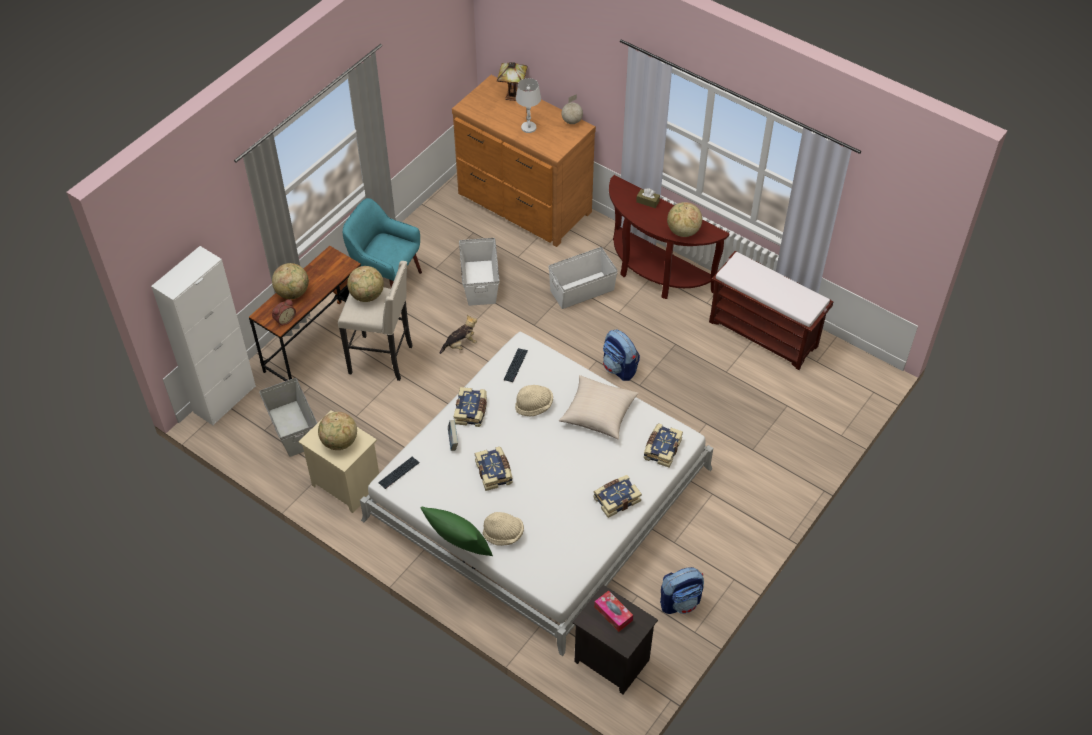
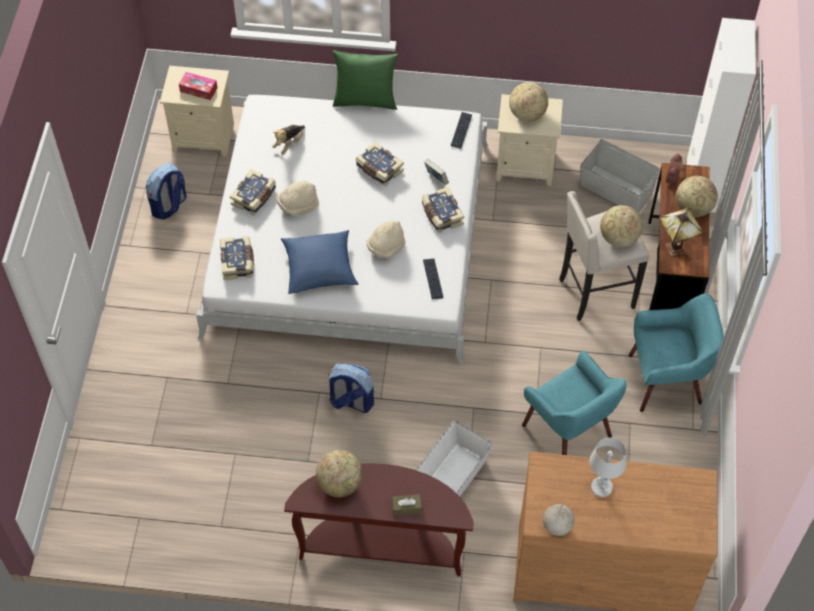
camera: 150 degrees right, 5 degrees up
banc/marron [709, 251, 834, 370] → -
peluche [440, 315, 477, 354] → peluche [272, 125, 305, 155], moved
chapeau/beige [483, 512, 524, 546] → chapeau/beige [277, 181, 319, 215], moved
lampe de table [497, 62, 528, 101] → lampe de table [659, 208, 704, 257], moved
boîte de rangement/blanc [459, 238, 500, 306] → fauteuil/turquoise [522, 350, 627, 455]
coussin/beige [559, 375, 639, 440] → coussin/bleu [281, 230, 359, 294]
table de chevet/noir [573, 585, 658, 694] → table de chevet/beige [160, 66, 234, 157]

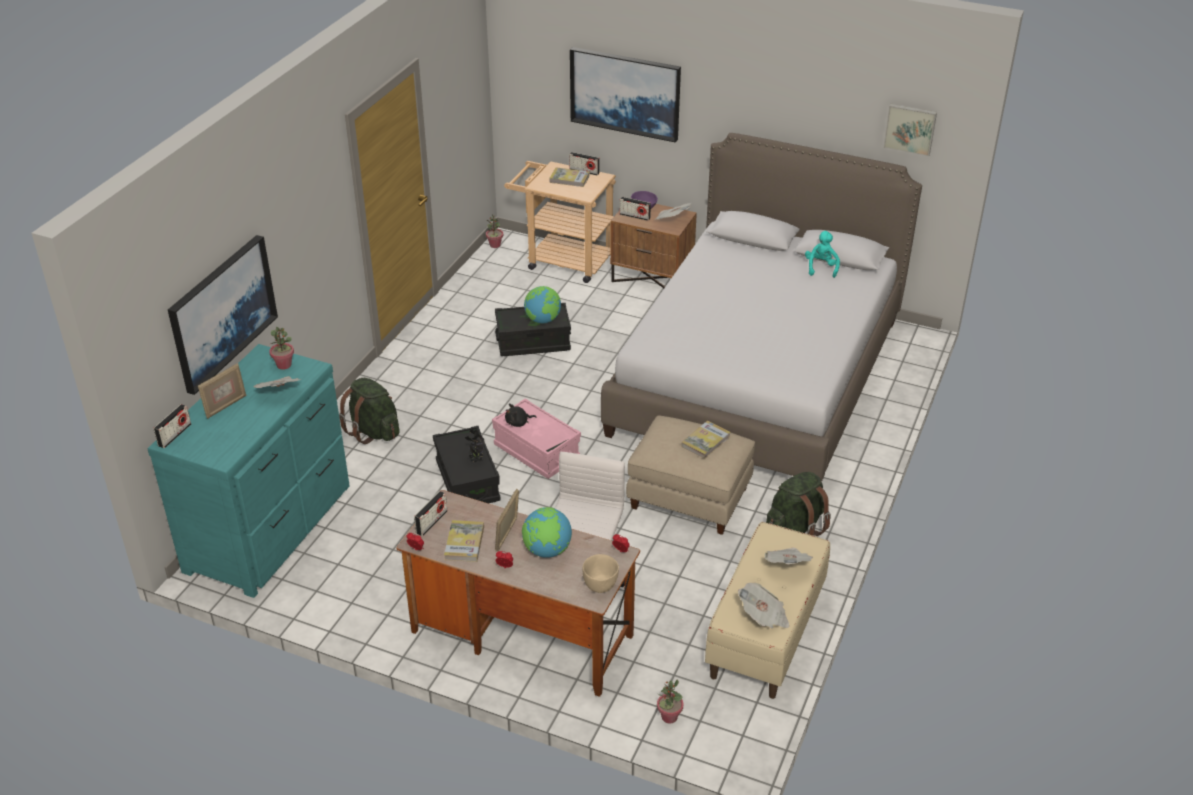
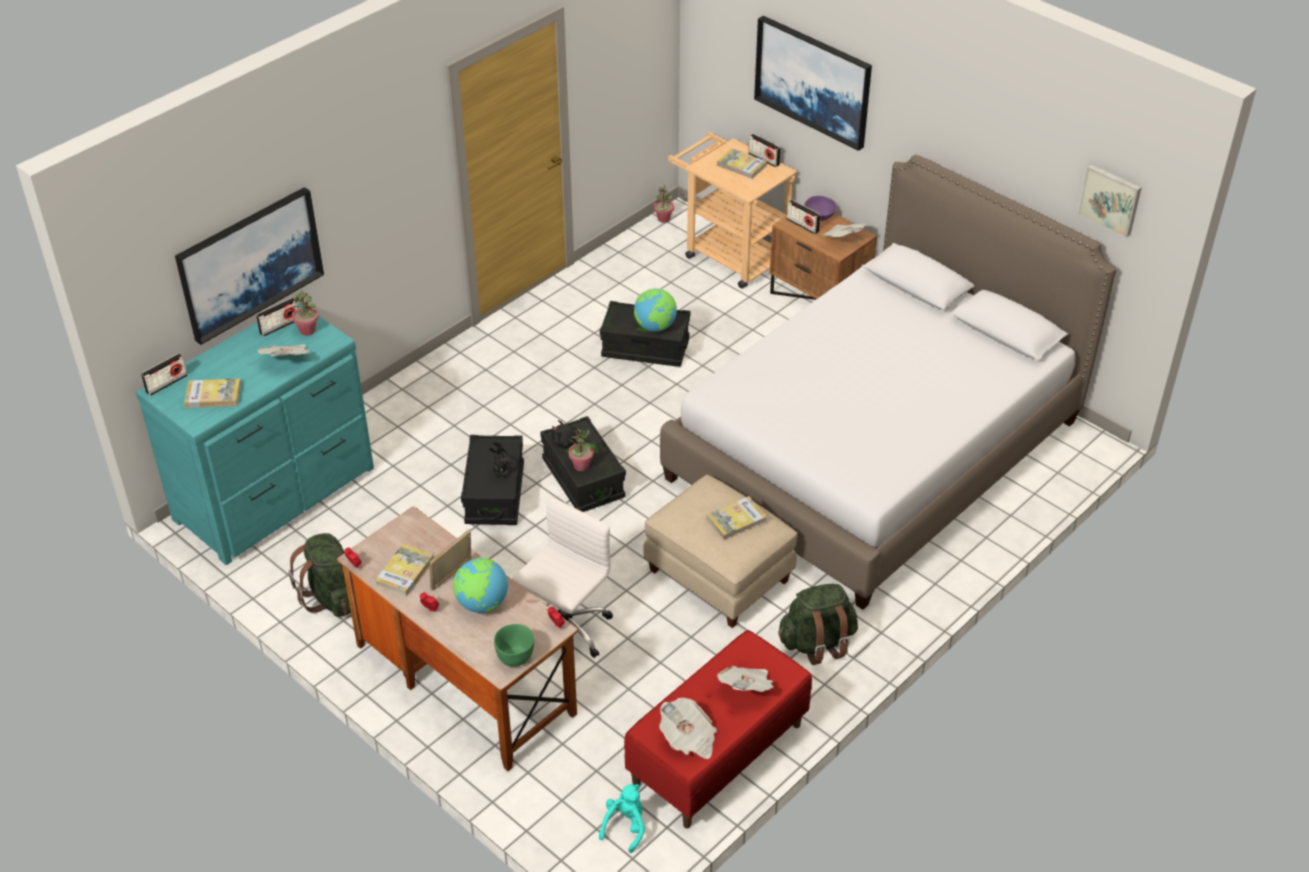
camera: 20 degrees right, 5 degrees up
cadre photo [198, 364, 246, 419] → -
- → livre [184, 378, 241, 408]
sac à dos/vert [339, 378, 400, 444] → sac à dos/vert [288, 533, 351, 617], moved
radio [414, 491, 447, 536] → radio [256, 297, 298, 337], moved
plante en pot [657, 679, 684, 723] → plante en pot [569, 428, 594, 471], moved
peluche/turquoise [805, 231, 840, 278] → peluche/turquoise [599, 784, 645, 853], moved
boîte de rangement/rose [492, 399, 581, 479] → boîte de rangement/noir [540, 416, 626, 512]
bol/beige [582, 554, 619, 593] → bol/vert [494, 624, 534, 667]
banc/beige [705, 522, 830, 699] → banc/rouge [624, 630, 812, 829]

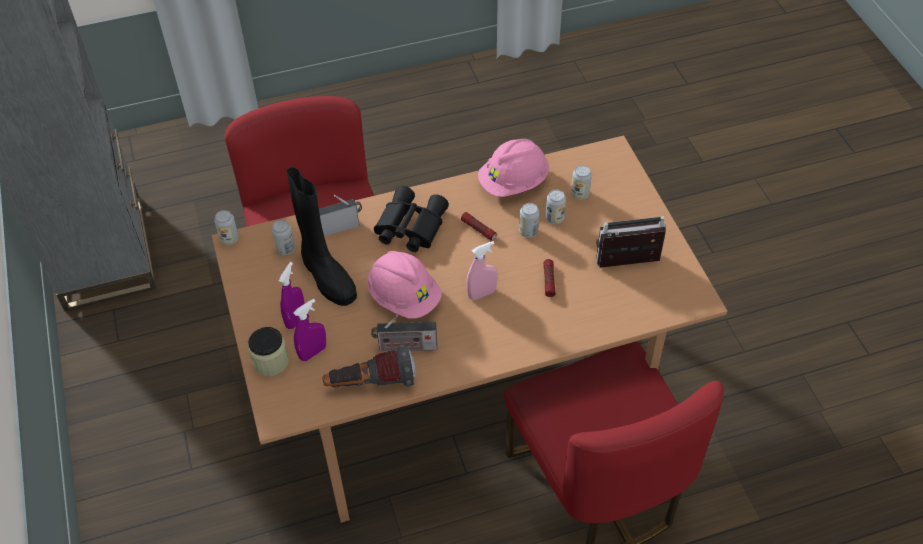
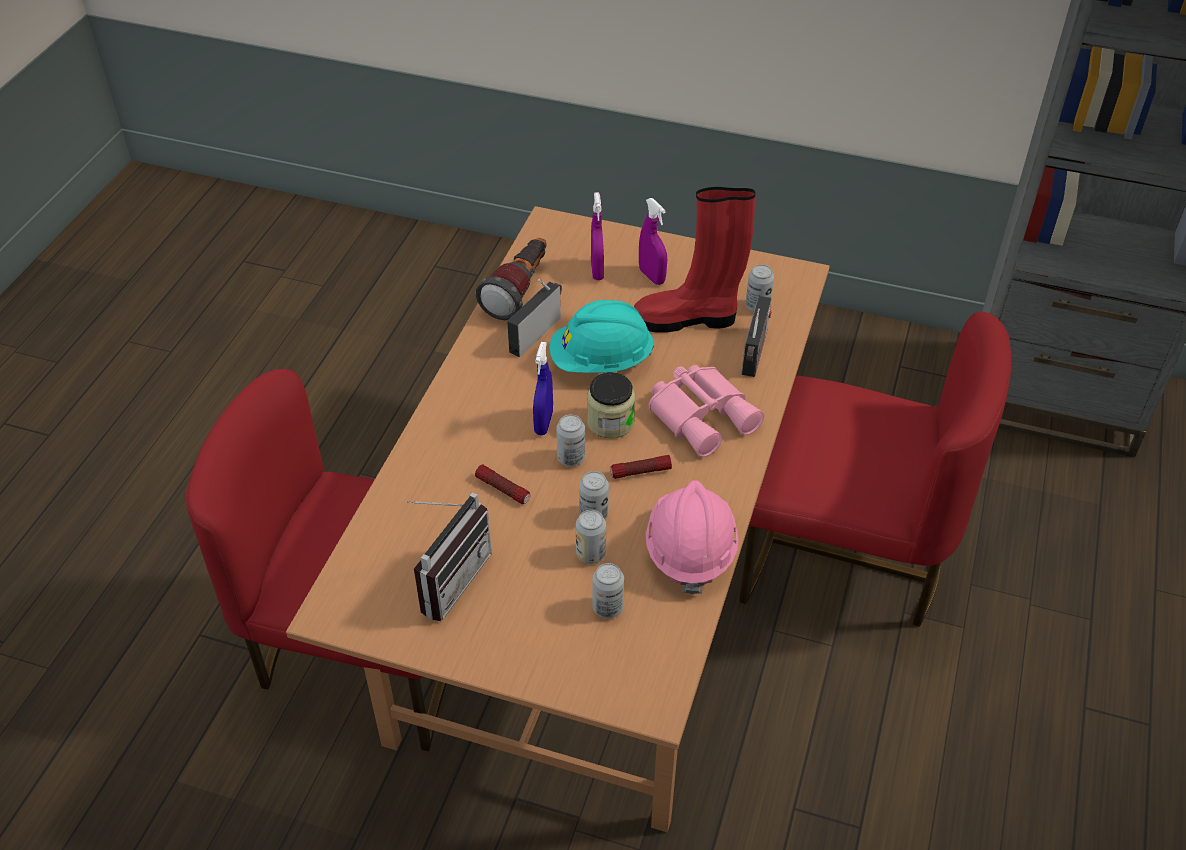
camera: 125 degrees right, 5 degrees down
boîte métallique [214, 210, 239, 245] → boîte métallique [556, 414, 585, 467], moved
bocal [248, 327, 289, 376] → bocal [587, 372, 635, 439], moved
botte/noir [287, 167, 357, 306] → botte/rouge [634, 187, 756, 333]
casque de chantier/rose [367, 251, 441, 319] → casque de chantier/turquoise [550, 300, 654, 373]
jumelles/noir [374, 185, 449, 252] → jumelles/rose [648, 365, 764, 457]
vaporisateur/rose [466, 241, 498, 300] → vaporisateur/bleu [533, 342, 553, 435]

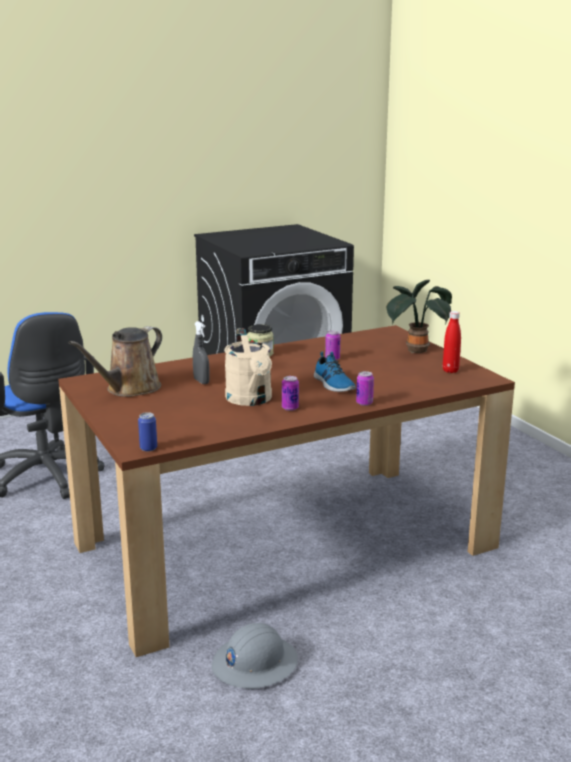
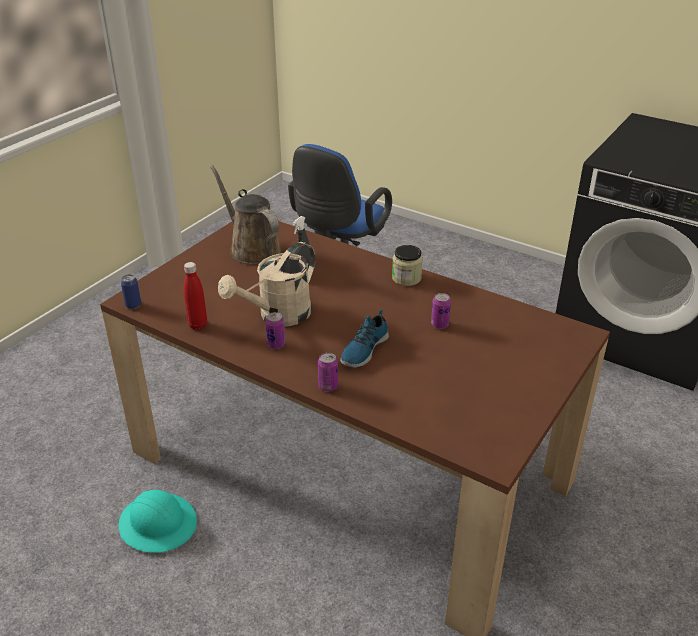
camera: 60 degrees right, 15 degrees up
plante en pot [387, 280, 452, 353] → -
bouteille/rouge [443, 311, 461, 373] → bouteille/rouge [184, 262, 207, 330], moved
casque de chantier/gris [212, 623, 298, 688] → casque de chantier/turquoise [118, 490, 197, 553]
arrosoir/marron [68, 326, 162, 397] → arrosoir/marron [210, 165, 281, 264], 45 degrees clockwise

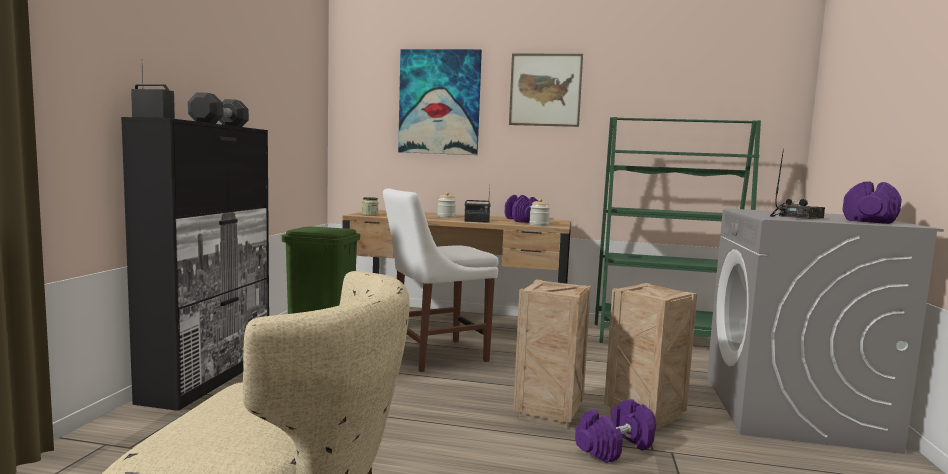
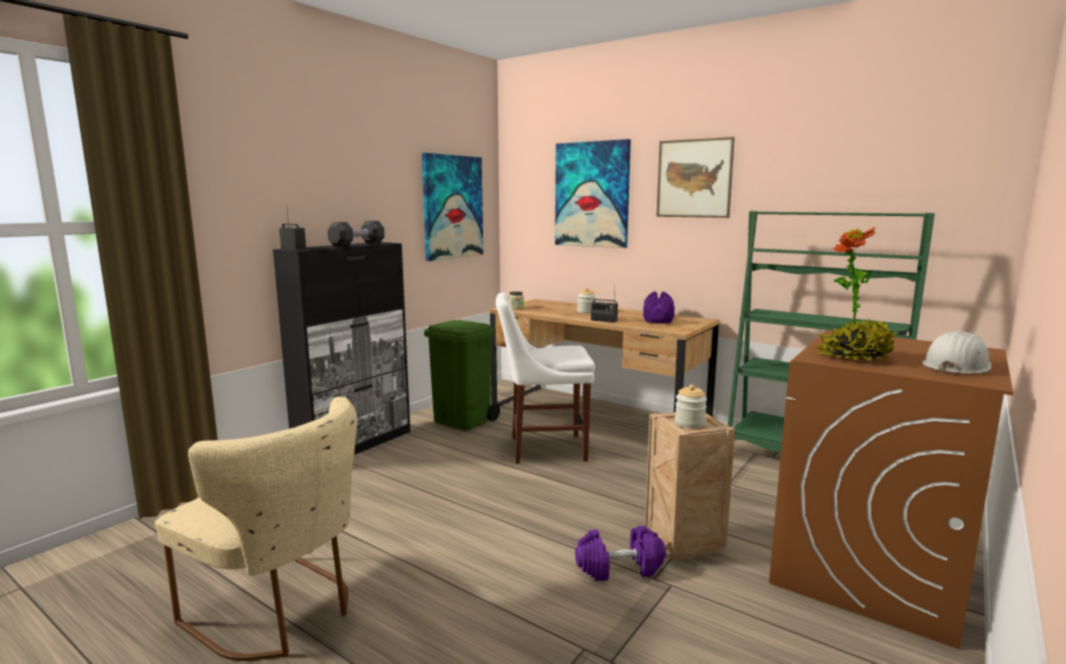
camera: 25 degrees right, 5 degrees up
caisse [513, 279, 591, 429] → -
- → tableau [422, 153, 483, 261]
bocal [529, 198, 550, 226] → bocal [675, 384, 707, 428], moved
radio [770, 149, 825, 219] → plante en pot [814, 226, 897, 361]
haltère/violet [842, 182, 902, 224] → casque de chantier/blanc [922, 331, 991, 374]
lave-linge/gris [707, 208, 944, 454] → lave-linge/marron [769, 330, 1013, 649]

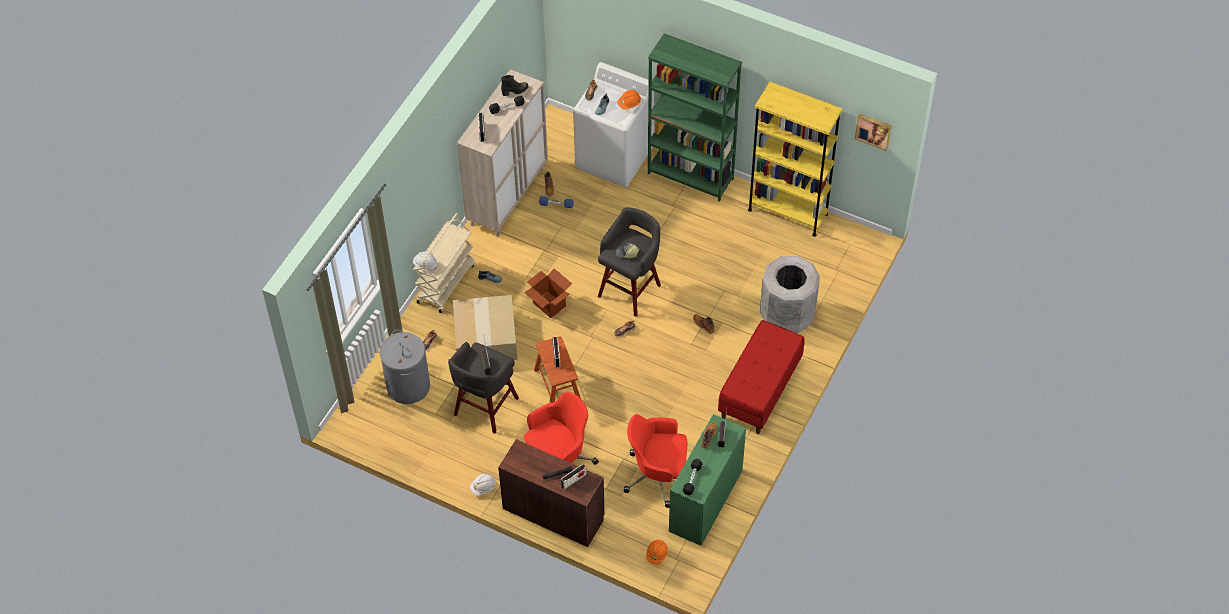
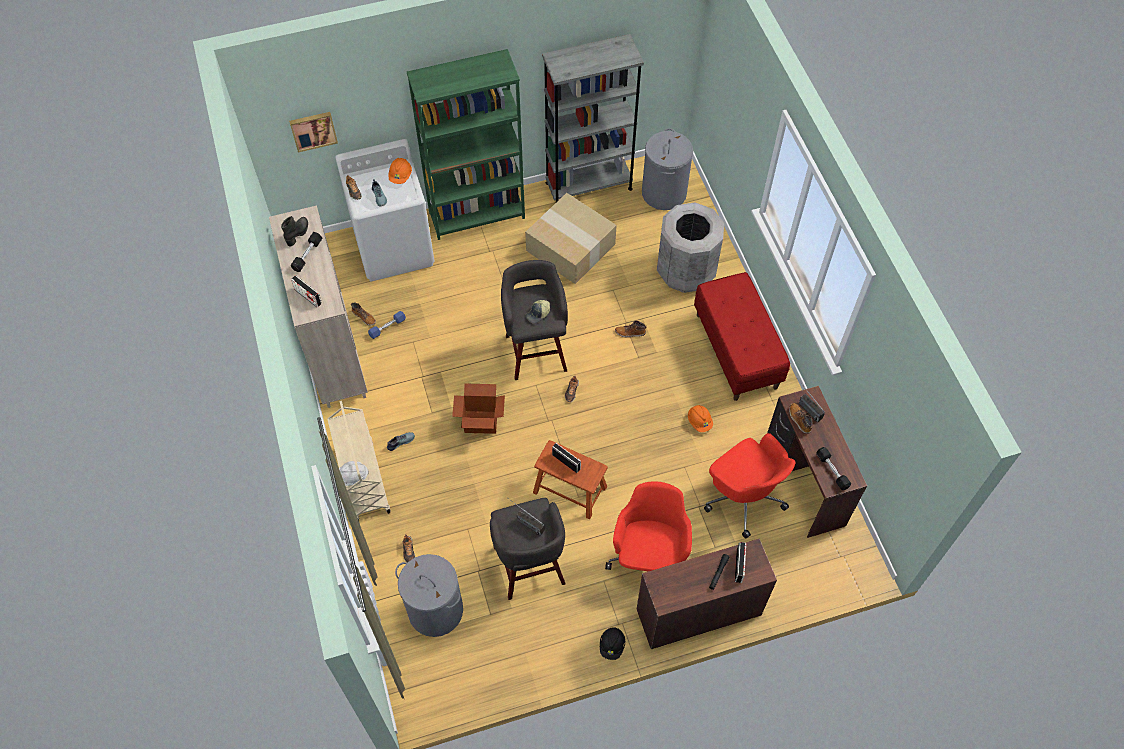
camera: 45 degrees left, 5 degrees up
- → panier à linge/gris [642, 128, 693, 210]
carton [453, 295, 517, 360] → carton [525, 193, 617, 284], moved
casque de chantier/orange [646, 540, 668, 565] → casque de chantier/orange [688, 405, 713, 432], moved
tableau [855, 113, 892, 151] → tableau [289, 112, 338, 153], moved
casque de chantier/blanc [470, 474, 496, 496] → casque de chantier/noir [600, 627, 625, 660]
bureau/vert [669, 414, 746, 546] → bureau/marron [767, 386, 867, 538]
bibliothèque/jaune [748, 82, 843, 237] → bibliothèque/gris [542, 34, 644, 202]
chaise de bureau/rouge [624, 414, 688, 508] → chaise de bureau/rouge [704, 433, 796, 538], 90 degrees counterclockwise

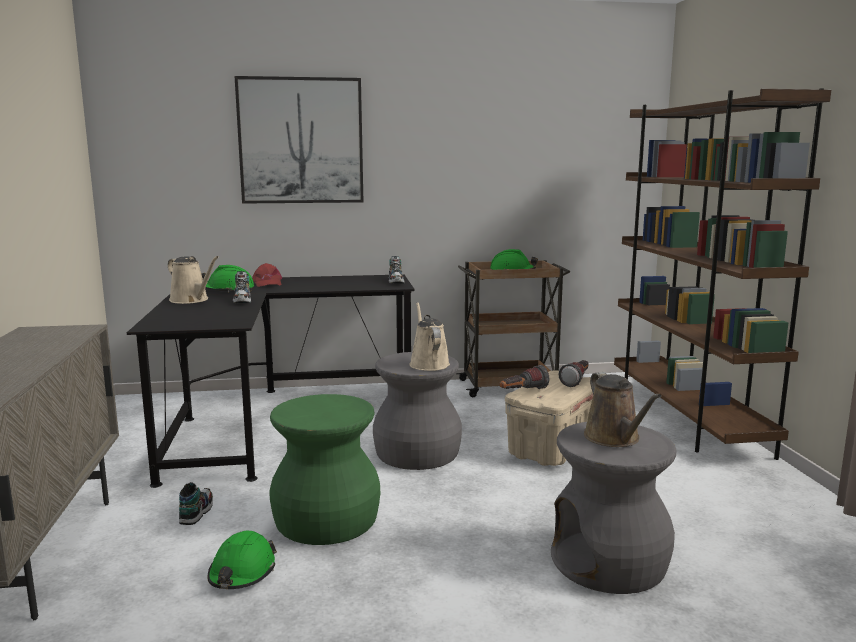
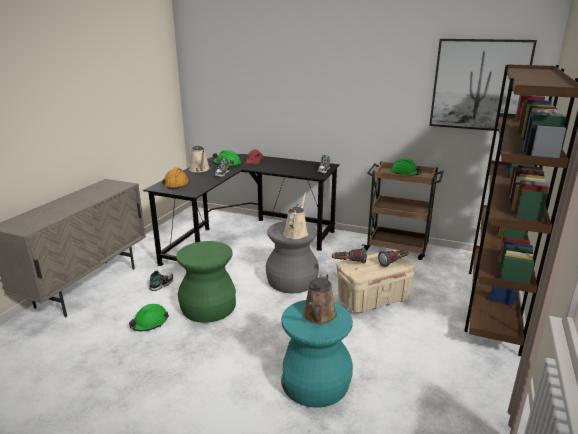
camera: 30 degrees right, 10 degrees up
- → casque de chantier/orange [162, 167, 190, 189]
tableau [235, 76, 363, 204] → tableau [429, 39, 537, 131], moved
tabouret/gris [551, 422, 676, 594] → tabouret/turquoise [281, 300, 353, 408]

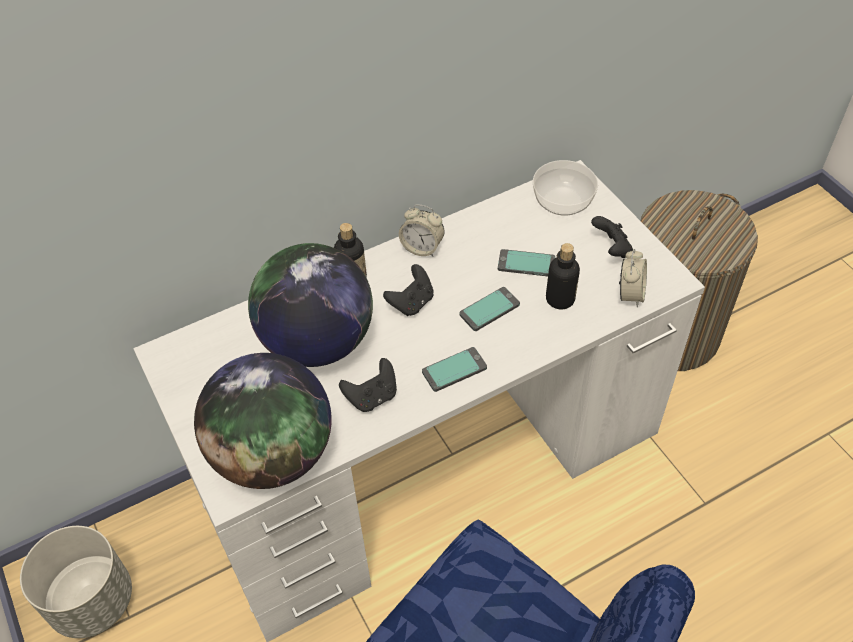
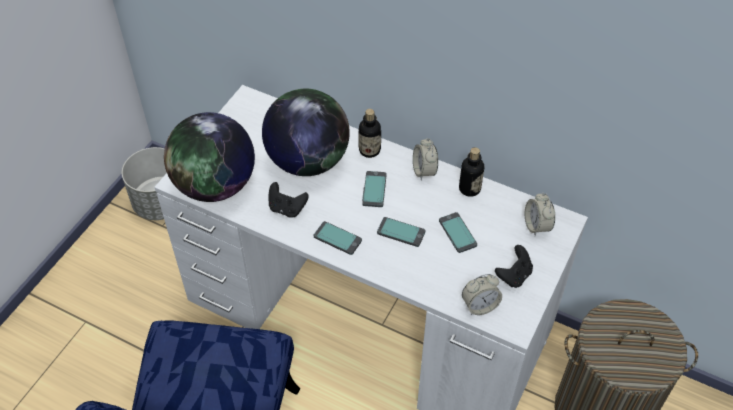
camera: 55 degrees right, 0 degrees up
bouteille [546, 243, 580, 309] → bouteille [459, 147, 484, 197], moved
manette/noir [383, 264, 434, 316] → téléphone [362, 171, 387, 207]
bol [533, 160, 598, 216] → réveil [525, 193, 555, 236]

